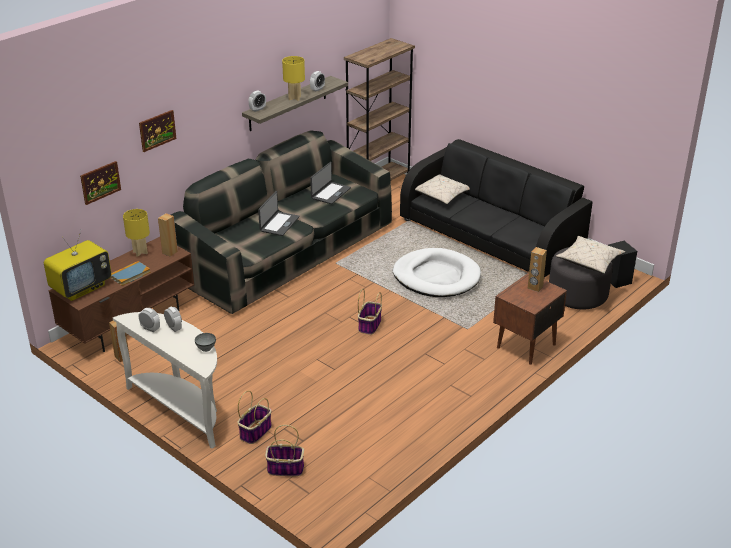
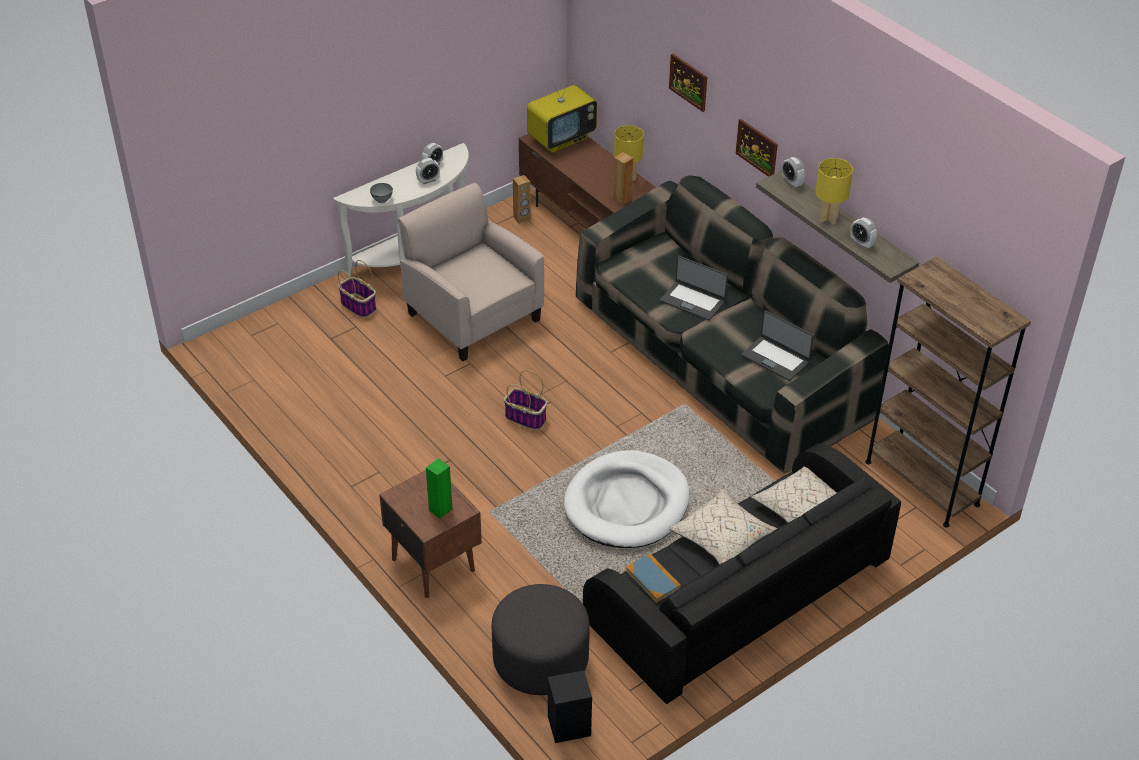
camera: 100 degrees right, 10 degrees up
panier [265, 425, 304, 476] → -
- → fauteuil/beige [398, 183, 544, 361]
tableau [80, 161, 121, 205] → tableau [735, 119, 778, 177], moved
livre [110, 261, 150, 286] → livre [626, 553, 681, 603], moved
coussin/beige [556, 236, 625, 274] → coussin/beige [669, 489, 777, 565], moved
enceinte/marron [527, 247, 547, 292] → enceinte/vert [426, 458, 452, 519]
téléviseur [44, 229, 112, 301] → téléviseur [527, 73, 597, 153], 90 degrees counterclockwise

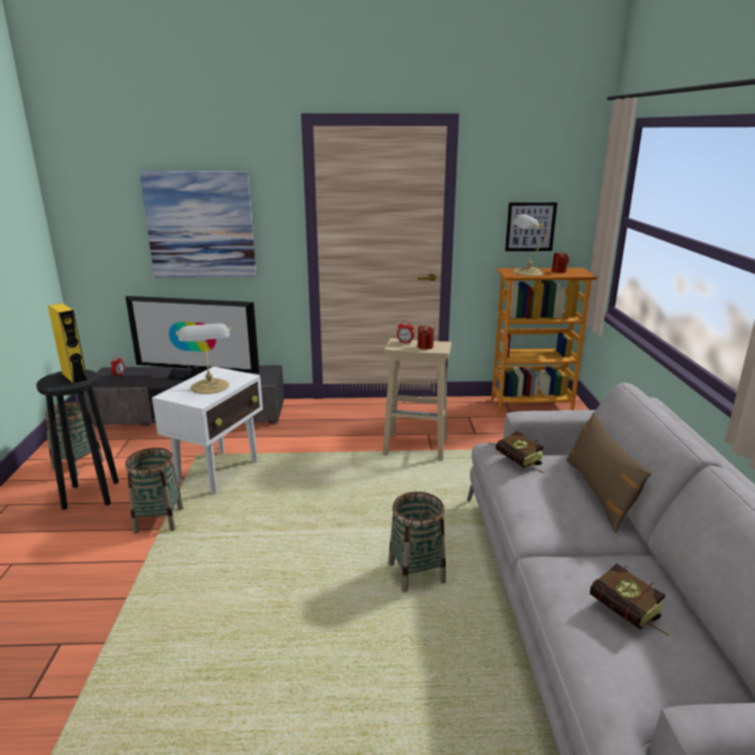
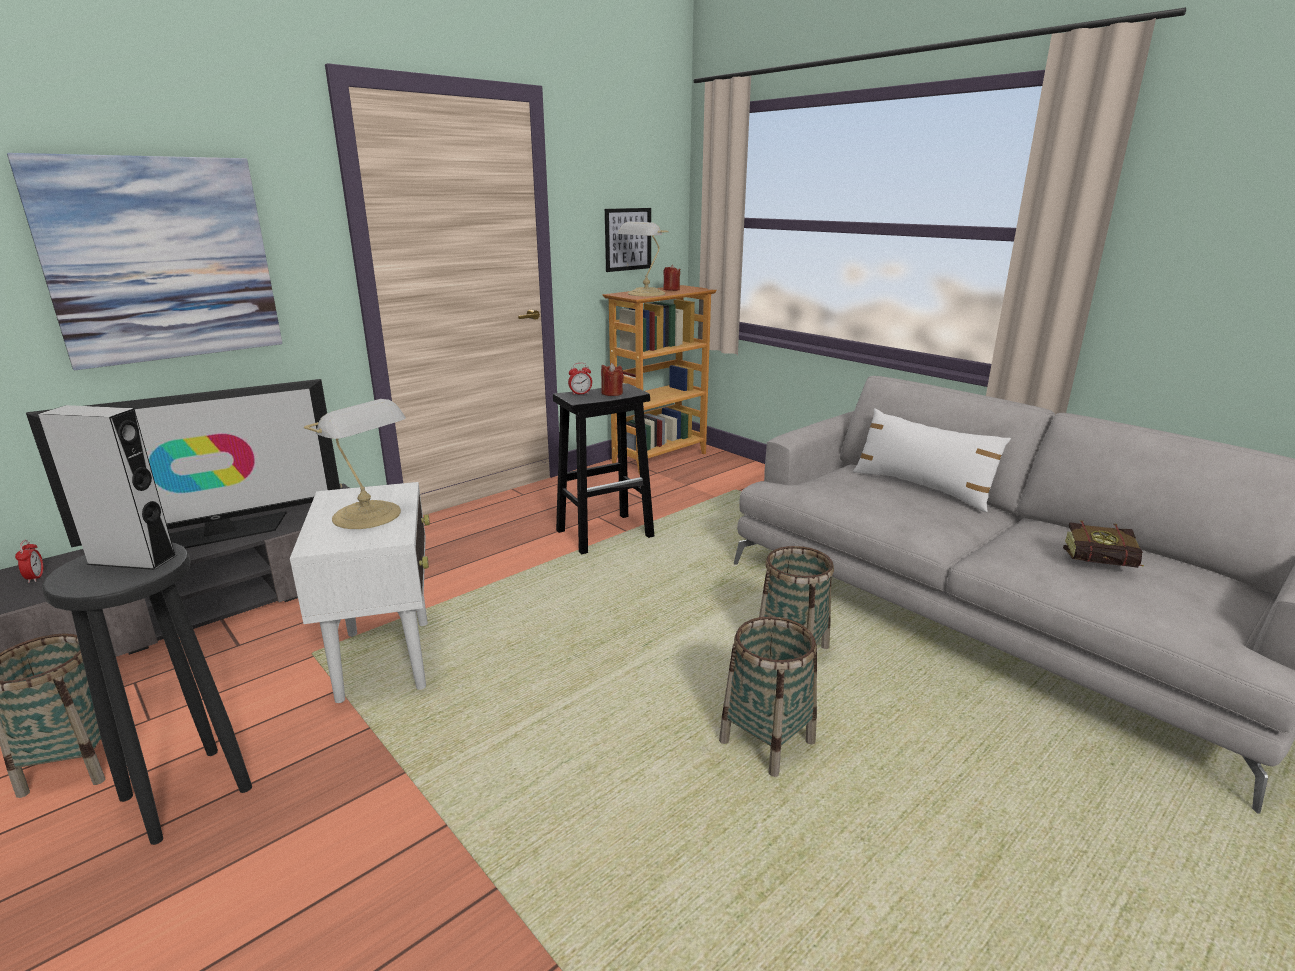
camera: 40 degrees left, 0 degrees up
livre [496, 431, 544, 474] → -
panier [125, 448, 183, 534] → panier [719, 616, 817, 777], moved
enceinte/jaune [48, 303, 88, 385] → enceinte/gris [38, 405, 177, 570]
tabouret/beige [383, 338, 451, 461] → tabouret/noir [553, 384, 654, 554]
coussin/marron [566, 411, 651, 533] → coussin/blanc [853, 408, 1011, 512]

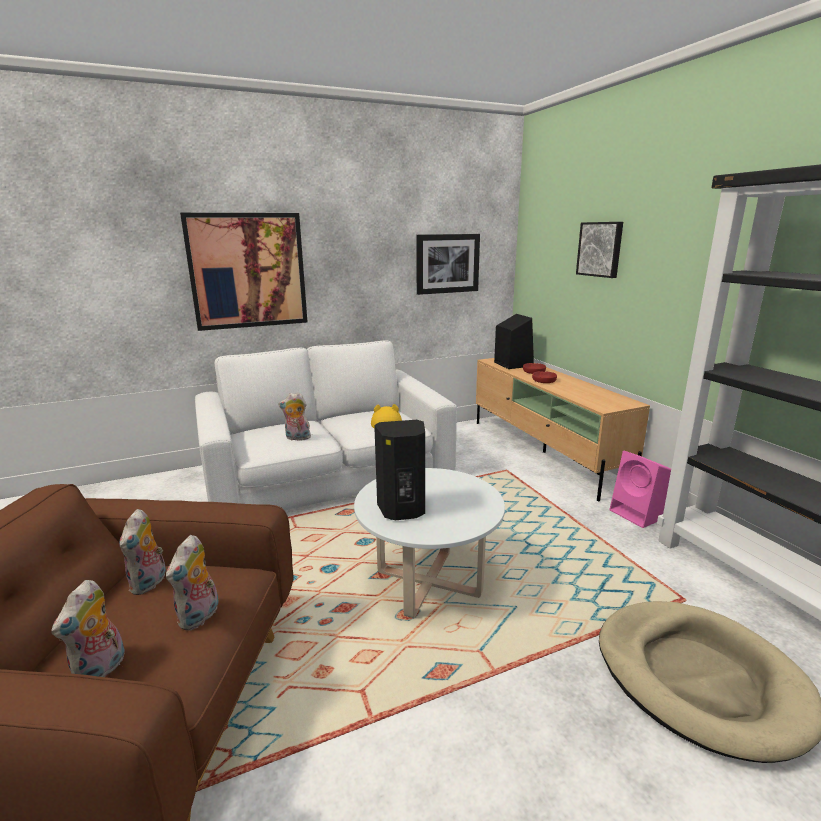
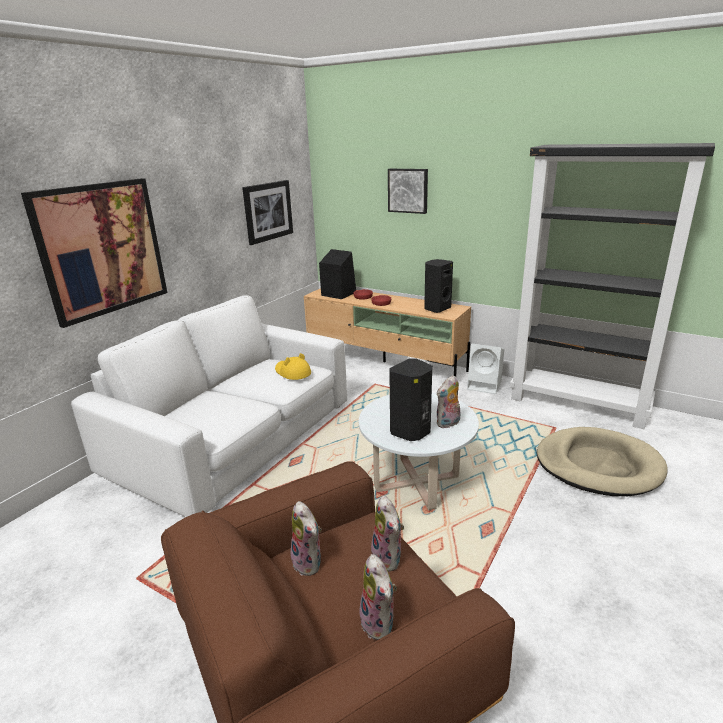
camera: 35 degrees left, 5 degrees up
- → enceinte/noir [424, 259, 453, 313]
peluche [278, 392, 311, 441] → peluche [436, 375, 460, 428], moved
enceinte/rose [610, 451, 671, 528] → enceinte/blanc [467, 344, 504, 394]

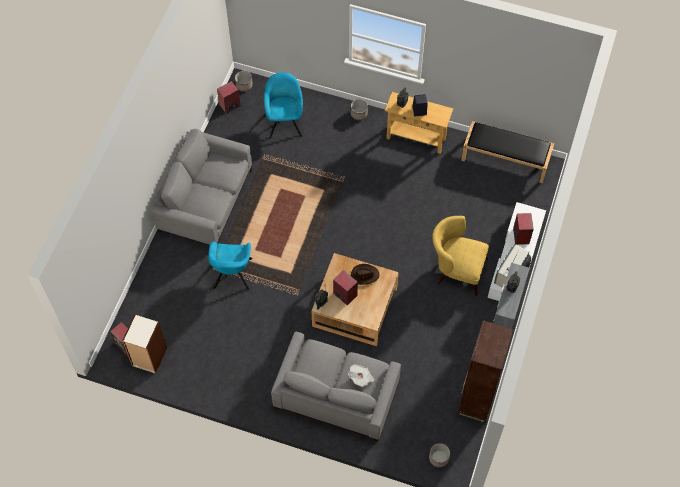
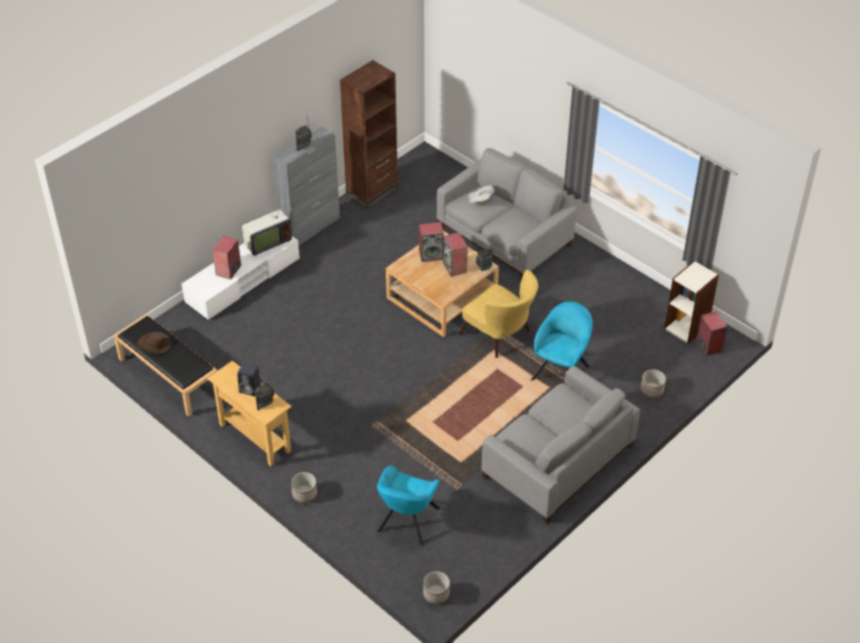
camera: 155 degrees left, 15 degrees down
enceinte [217, 81, 241, 114] → enceinte [419, 222, 444, 262], moved
chapeau/marron [351, 264, 379, 285] → chapeau/marron [137, 332, 172, 355], moved
cache-pot [429, 443, 450, 467] → cache-pot [641, 369, 666, 398], moved
fauteuil/jaune [432, 216, 489, 296] → fauteuil/jaune [459, 270, 538, 358], moved

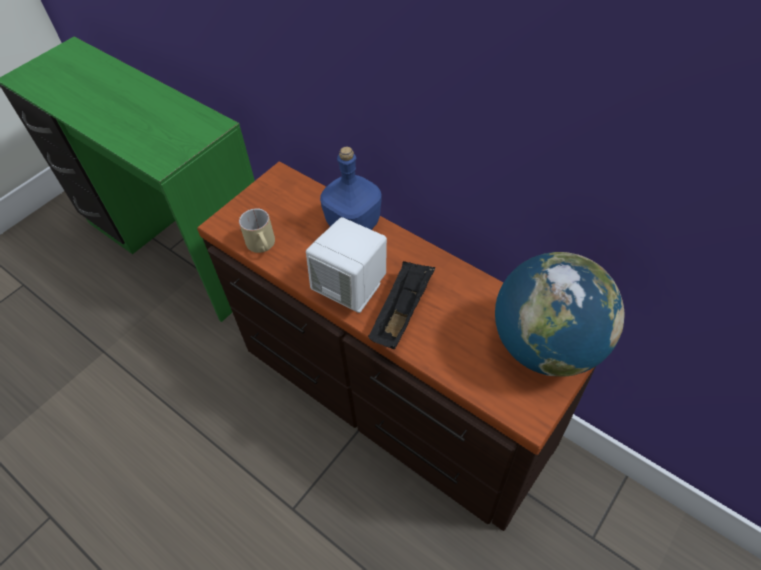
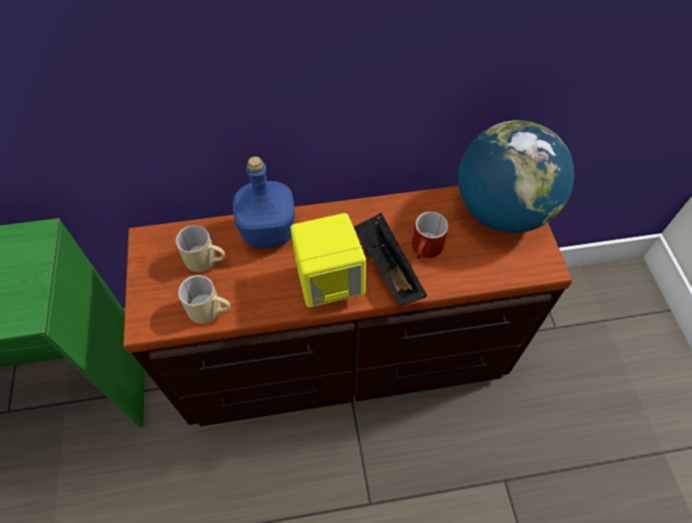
camera: 50 degrees left, 5 degrees up
- → mug/beige [176, 225, 225, 272]
- → mug/rouge [412, 211, 449, 259]
enceinte/blanc [306, 217, 387, 313] → enceinte/jaune [290, 213, 366, 307]

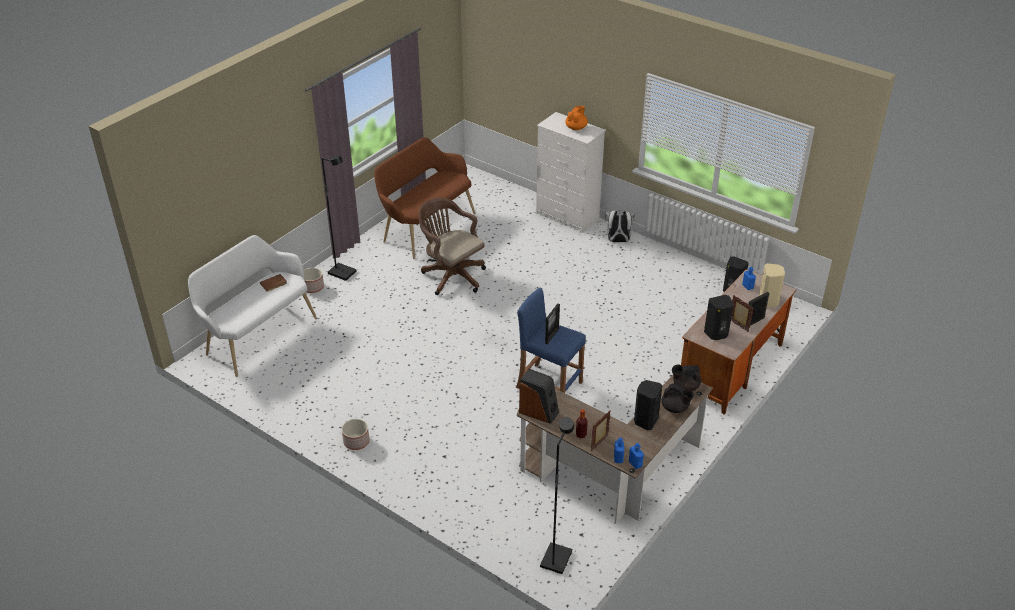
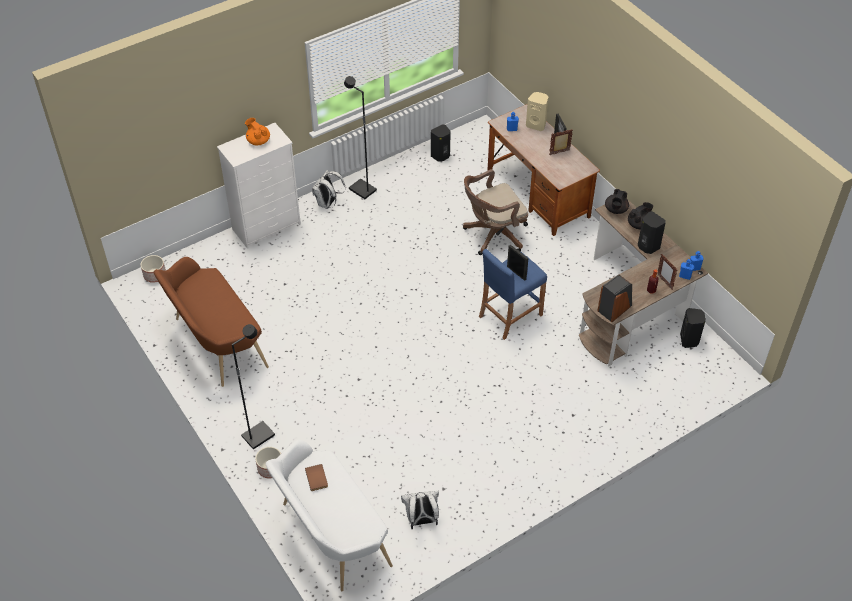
camera: 70 degrees left, 10 degrees up
- → sac à dos/blanc [401, 491, 439, 529]
cache-pot [342, 419, 369, 450] → cache-pot [141, 255, 166, 283], moved
chaise de bureau/marron [418, 197, 486, 295] → chaise de bureau/marron [463, 169, 528, 255], moved
lampadaire/noir [540, 417, 574, 574] → lampadaire/noir [344, 76, 377, 199], moved
enceinte/noir [704, 295, 734, 340] → enceinte/noir [680, 308, 706, 348], moved

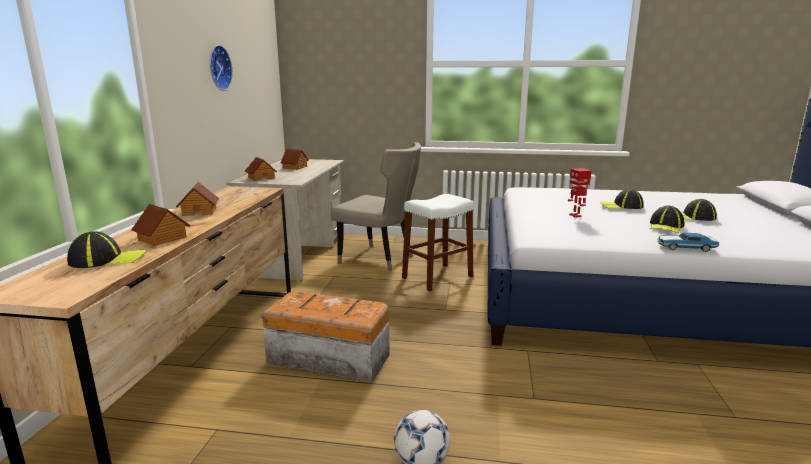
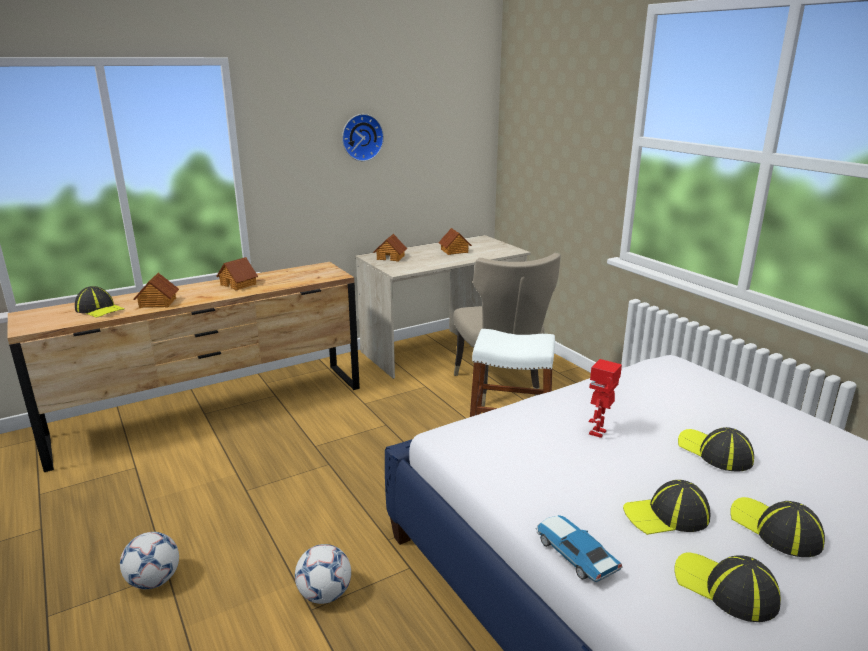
camera: 50 degrees right, 5 degrees up
boîte de rangement [262, 291, 390, 383] → -
- → ballon de foot [295, 544, 351, 604]
- → casquette [675, 553, 781, 622]

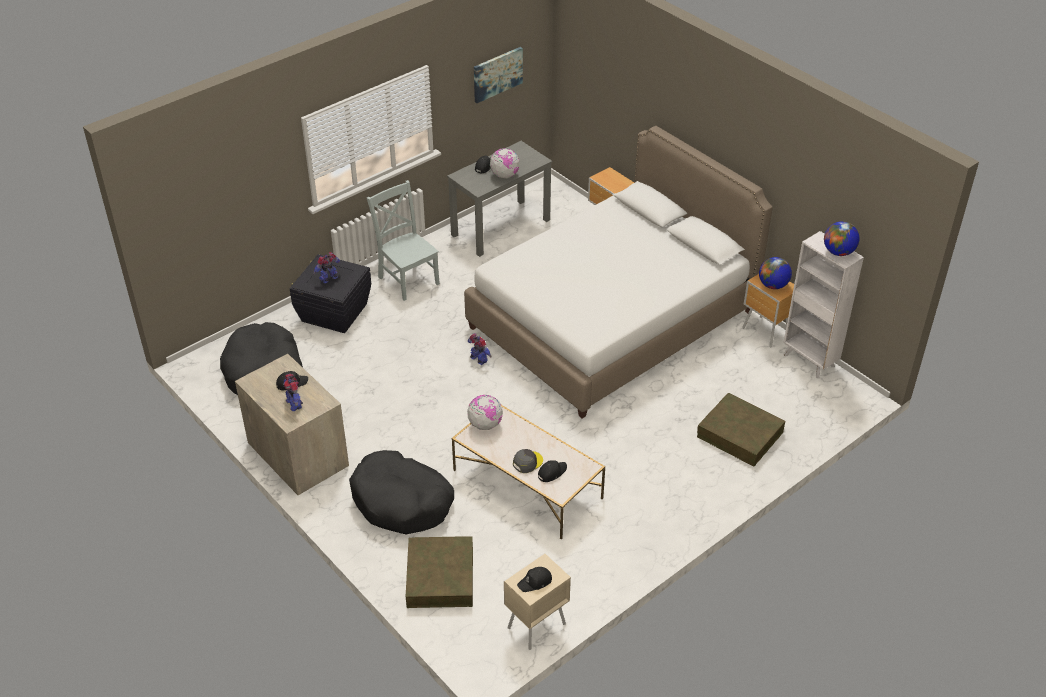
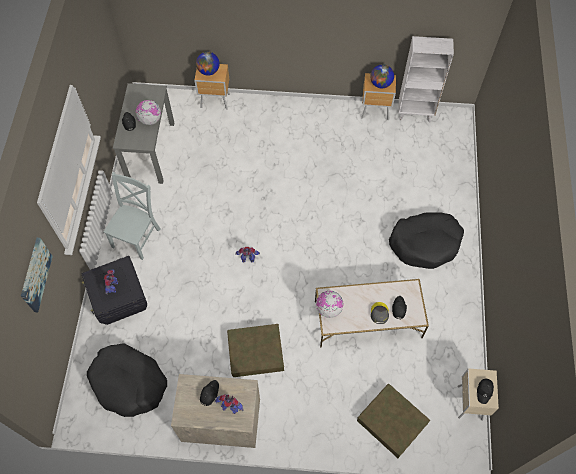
camera: 45 degrees left, 20 degrees up
lit/blanc [464, 126, 773, 419] → -
panier pour chien/noir [349, 450, 454, 534] → panier pour chien/noir [389, 212, 464, 269], moved
tableau [474, 47, 523, 103] → tableau [21, 238, 53, 312], moved
boîte de rangement/marron [697, 393, 785, 467] → boîte de rangement/marron [227, 324, 284, 377], moved
globe [824, 221, 860, 256] → globe [196, 52, 220, 76], moved
chaise/gris [367, 180, 440, 301] → chaise/gris [104, 172, 160, 260], 105 degrees clockwise

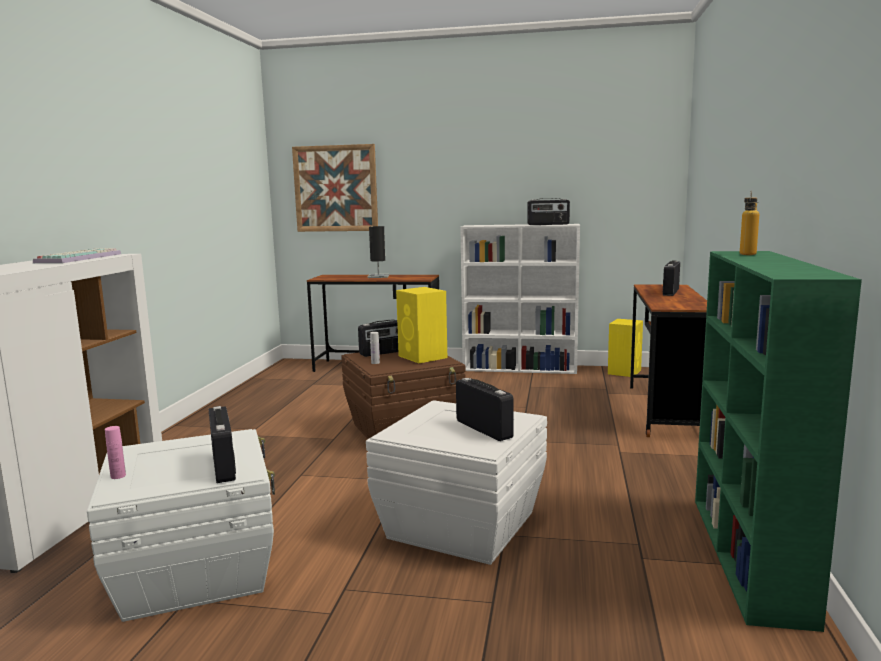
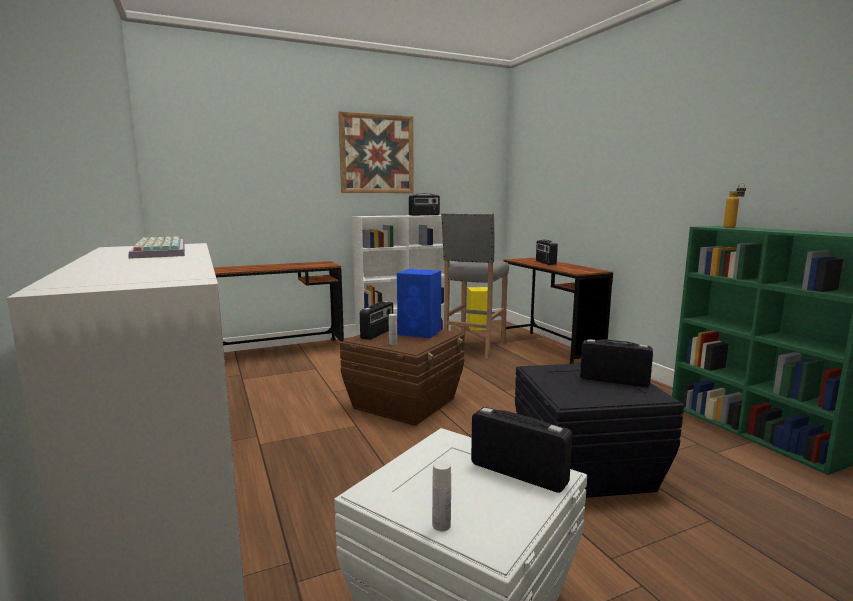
camera: 35 degrees left, 0 degrees up
lampe de table/noir [368, 226, 389, 278] → -
- → tabouret/gris [441, 212, 509, 359]
tableau [292, 144, 378, 232] → tableau [338, 111, 414, 193], moved
bouteille/rose [105, 426, 126, 479] → bouteille/blanc [432, 460, 451, 531]
boîte de rangement/blanc [366, 400, 547, 565] → boîte de rangement/noir [515, 364, 684, 498]
enceinte/jaune [396, 287, 447, 363] → enceinte/bleu [397, 269, 441, 338]

